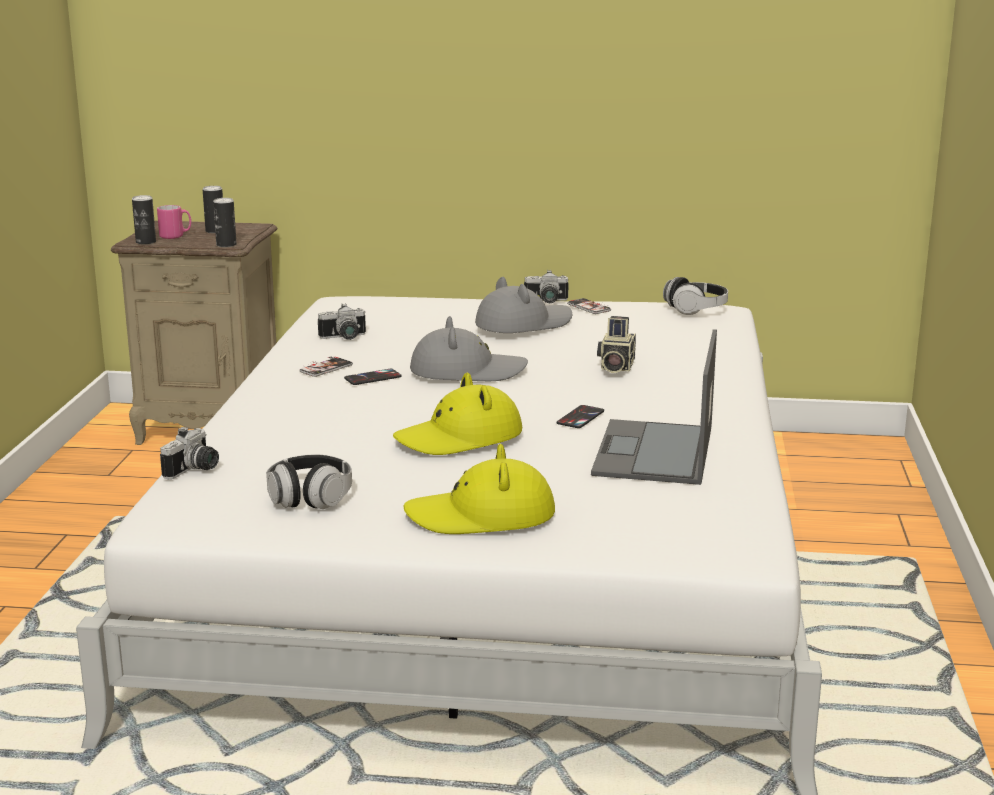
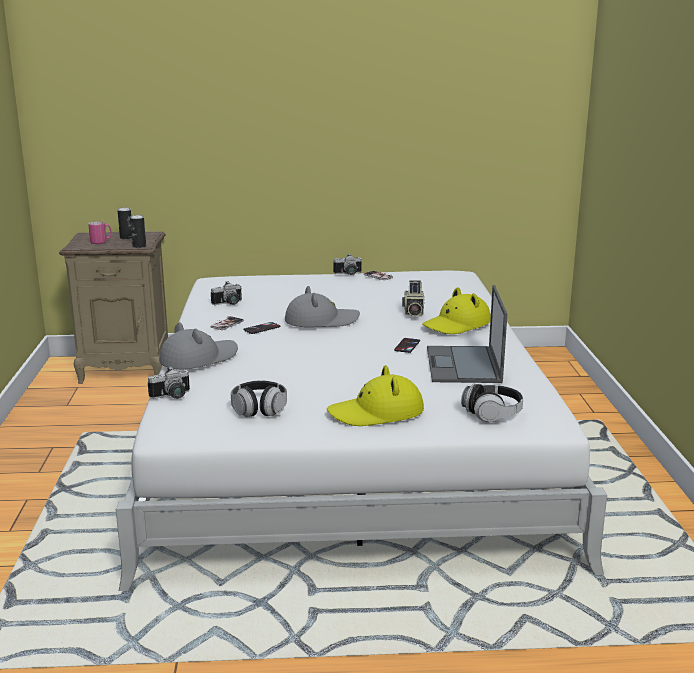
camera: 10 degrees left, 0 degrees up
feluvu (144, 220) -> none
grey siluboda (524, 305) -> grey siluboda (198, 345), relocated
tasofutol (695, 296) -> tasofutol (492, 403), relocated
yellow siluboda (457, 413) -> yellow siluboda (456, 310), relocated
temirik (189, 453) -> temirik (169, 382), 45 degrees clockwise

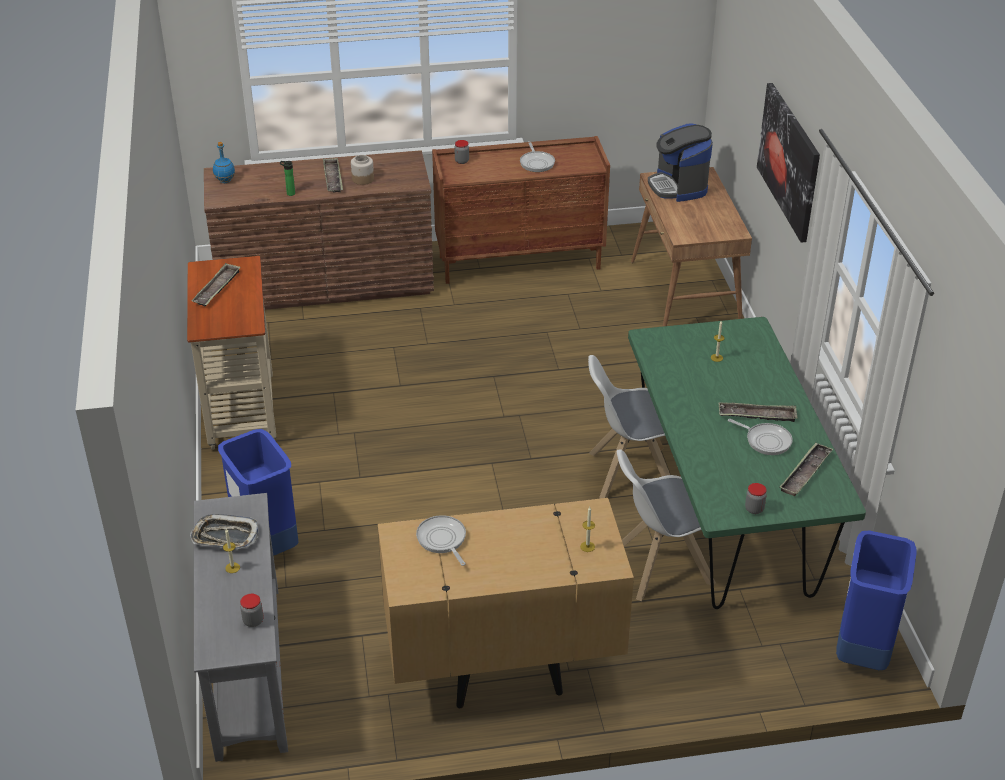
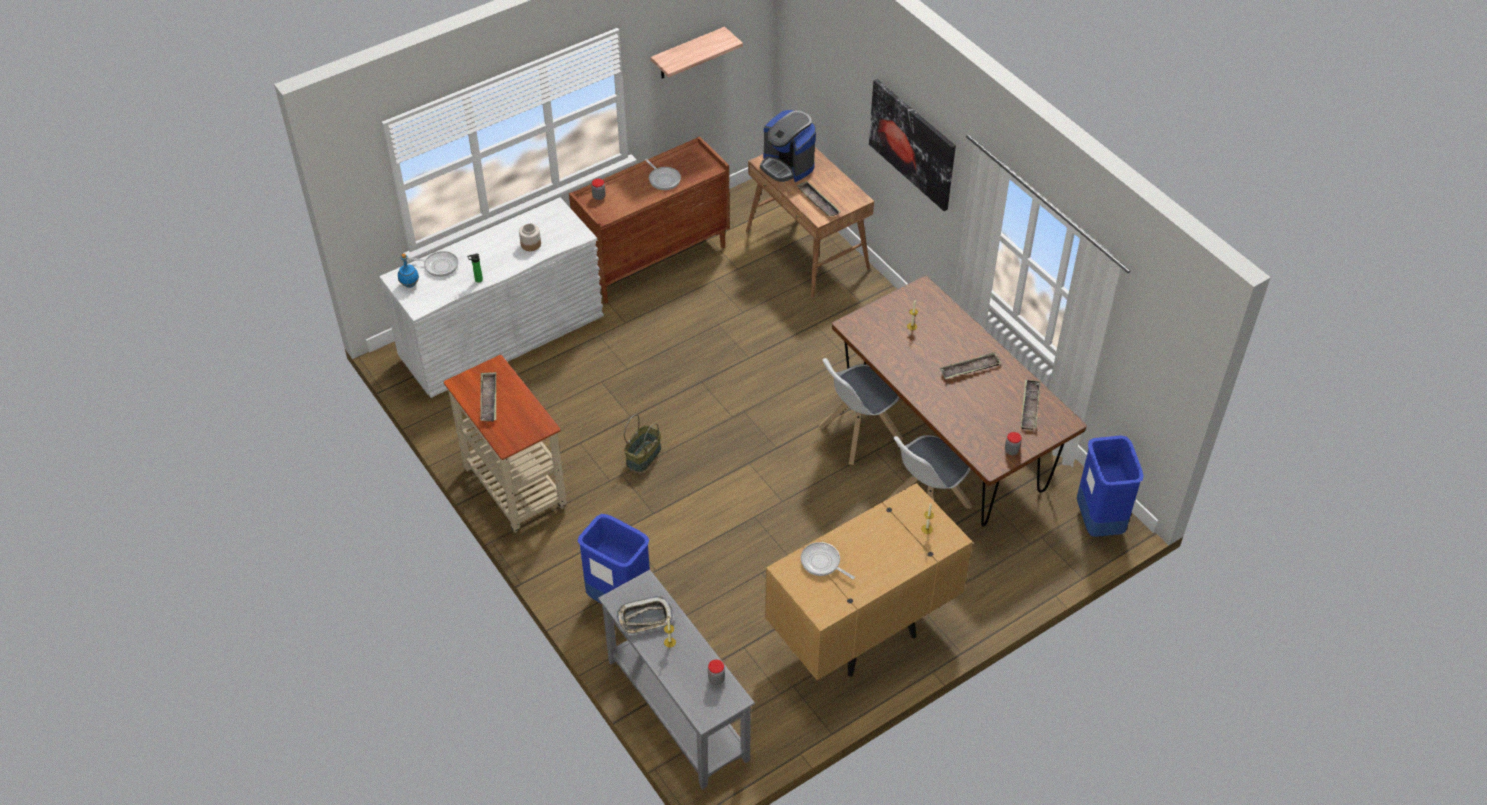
camera: 25 degrees left, 10 degrees up
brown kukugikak (319, 230) -> white kukugikak (491, 297)
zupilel (333, 175) -> zupilel (818, 199), relocated
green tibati (747, 463) -> brown tibati (959, 401)
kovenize (760, 437) -> kovenize (432, 264), relocated
none -> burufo (697, 52)
none -> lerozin (642, 443)

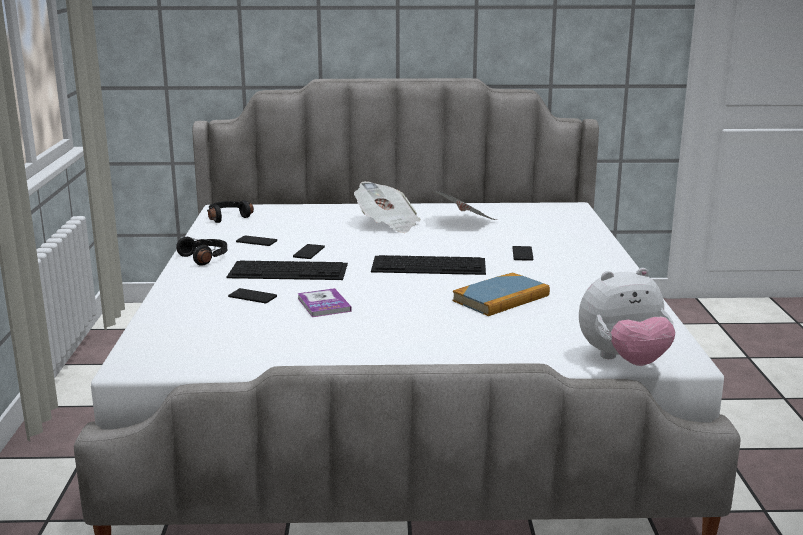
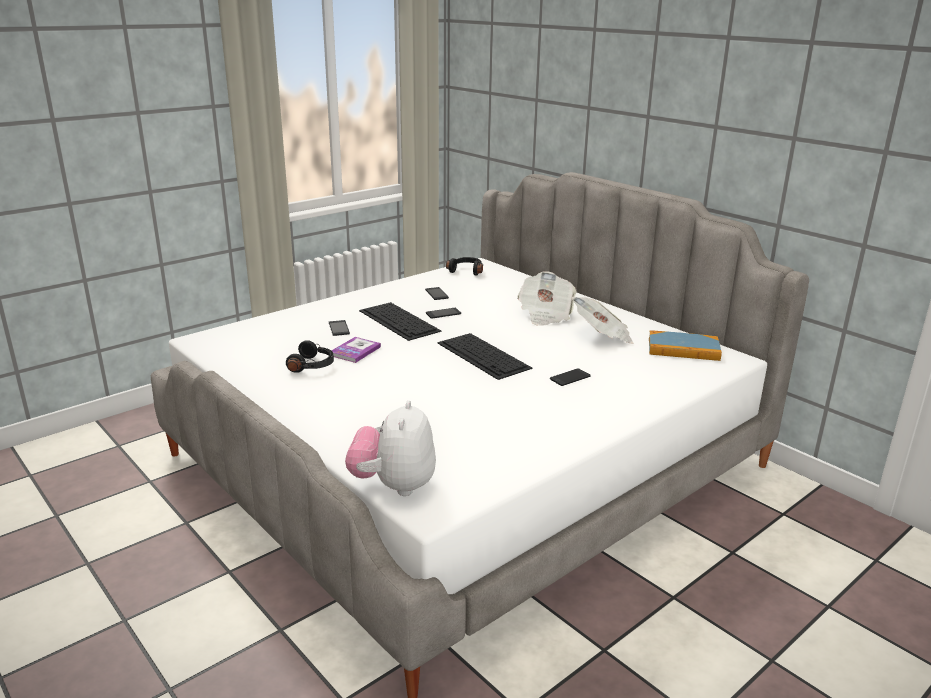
camera: 50 degrees right, 5 degrees up
black tasofutol (201, 251) -> black tasofutol (310, 356), relocated
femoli (627, 317) -> femoli (390, 448), 60 degrees clockwise
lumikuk (501, 294) -> lumikuk (685, 345), relocated

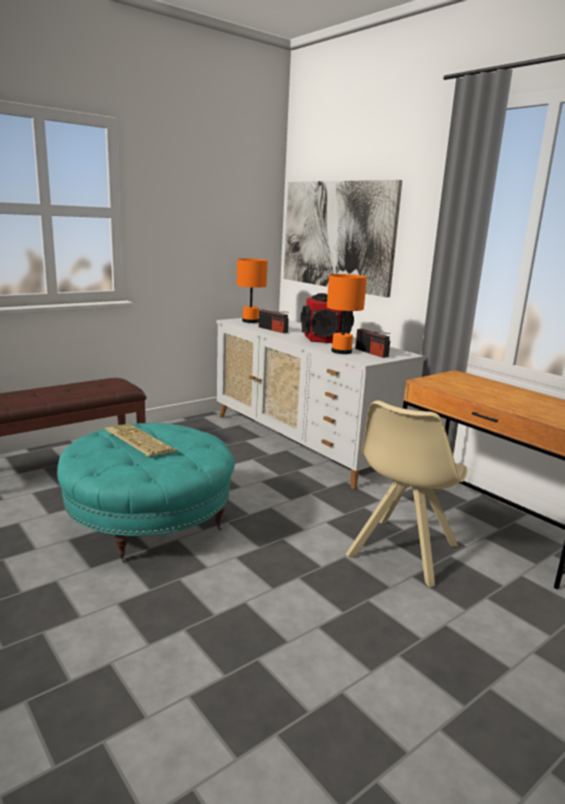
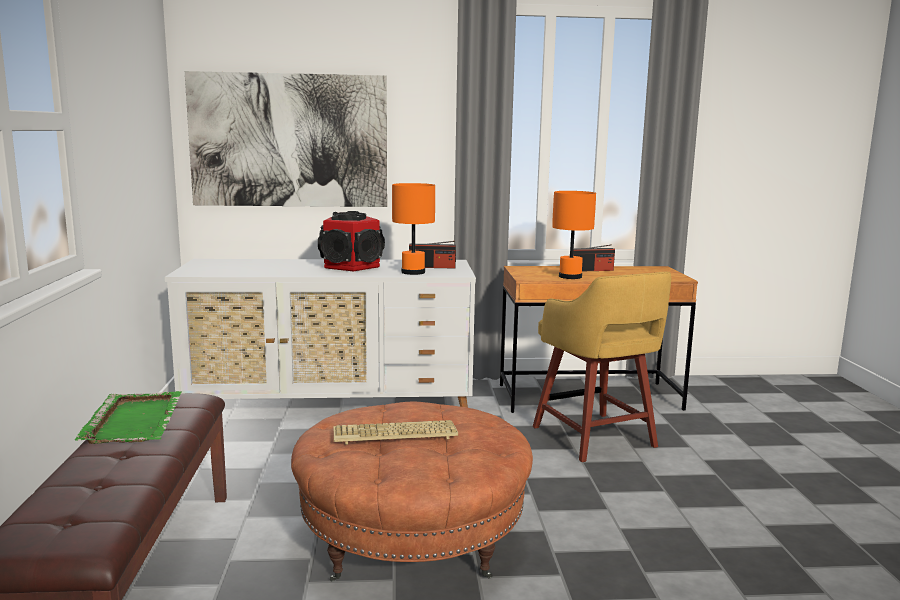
camera: 55 degrees left, 5 degrees down
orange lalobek (252, 290) -> orange lalobek (574, 235), relocated
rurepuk (274, 321) -> rurepuk (594, 257), relocated
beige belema (407, 494) -> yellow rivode (602, 367)
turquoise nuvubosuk (146, 493) -> brown nuvubosuk (412, 491)
none -> green zupilel (128, 417)

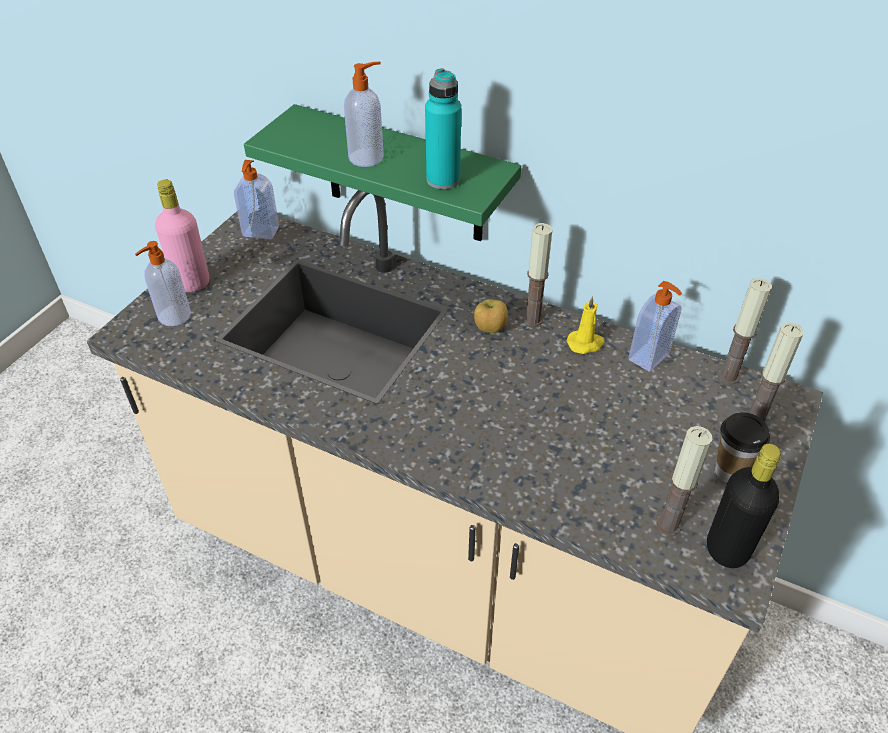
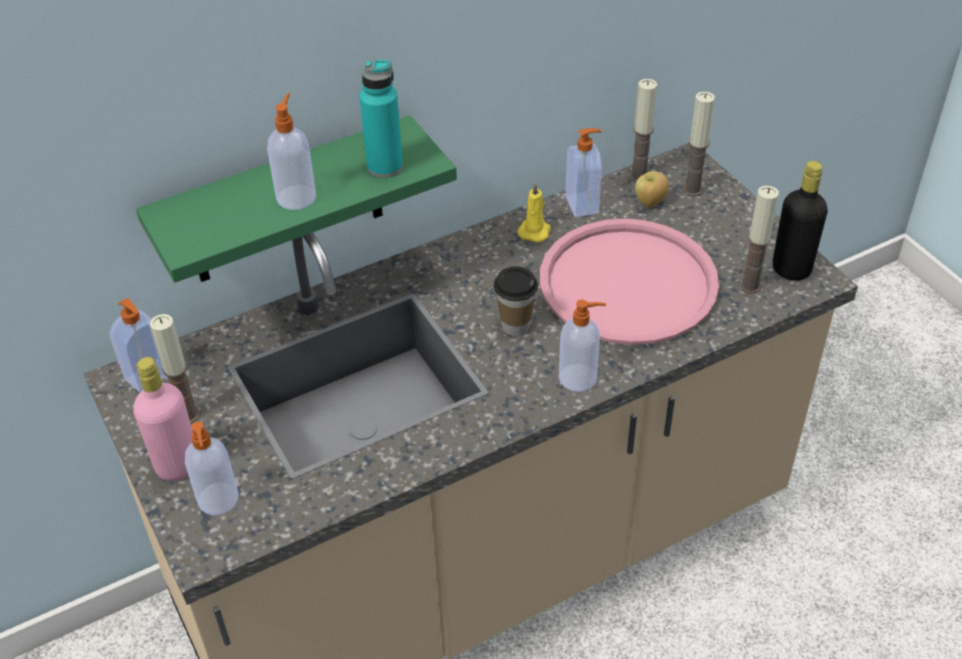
camera: 55 degrees left, 0 degrees up
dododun (538, 275) -> dododun (175, 368), relocated
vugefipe (491, 316) -> vugefipe (652, 189), relocated
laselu (742, 447) -> laselu (516, 301), relocated
none -> pink zupilel (629, 282)
none -> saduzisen (582, 346)

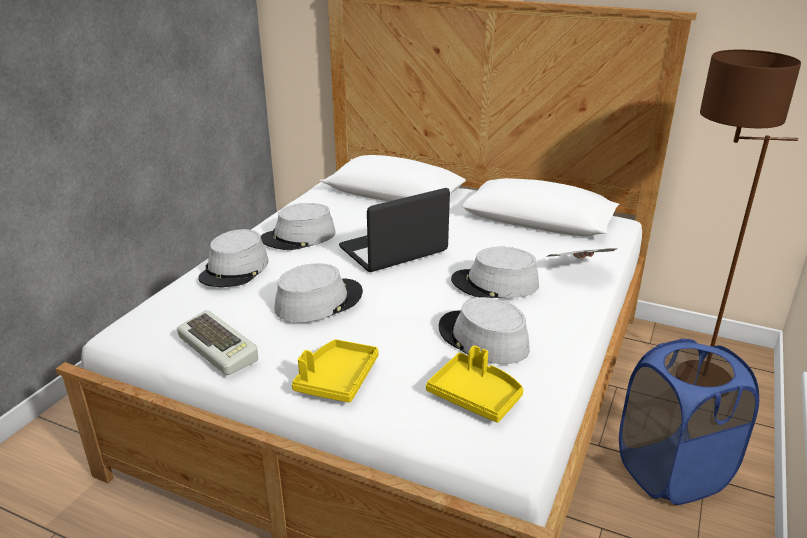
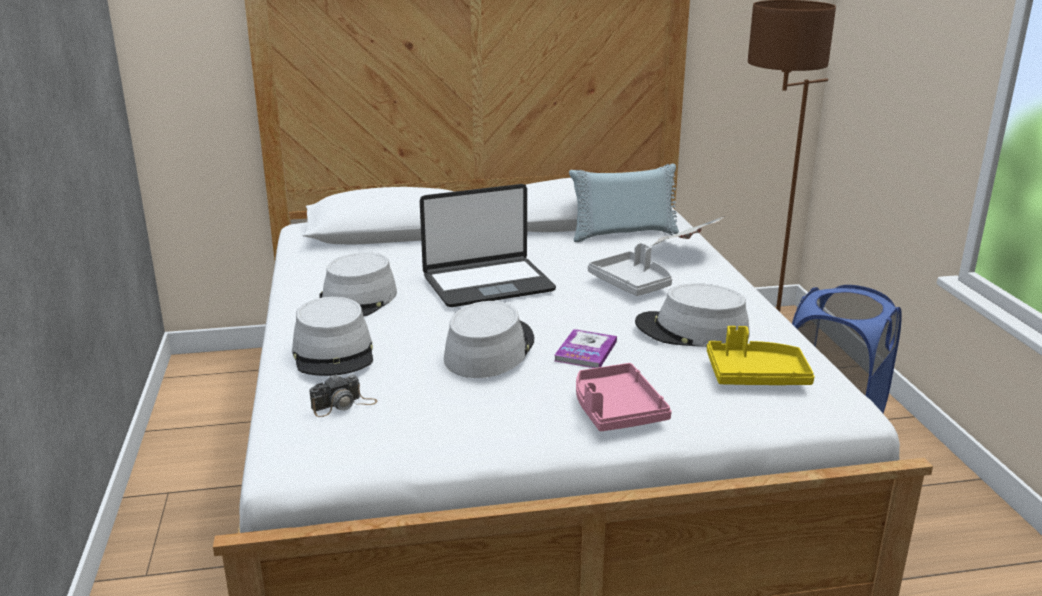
camera: 35 degrees left, 5 degrees down
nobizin (394, 230) -> nobizin (488, 245), 135 degrees counterclockwise
grey siluboda (495, 272) -> grey zupilel (630, 269)
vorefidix (217, 342) -> none
yellow zupilel (335, 371) -> pink zupilel (624, 397)
none -> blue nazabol (624, 203)
none -> lumikuk (585, 348)
none -> temirik (343, 395)

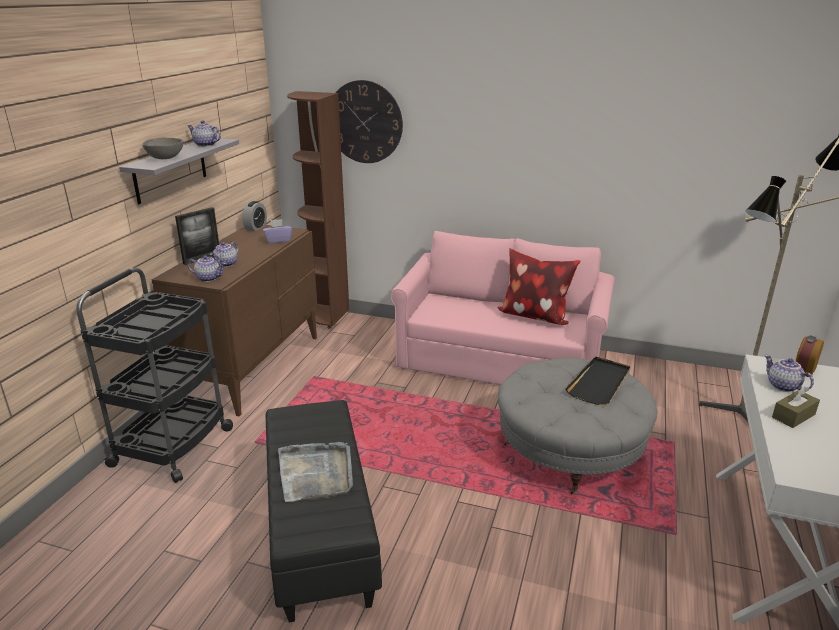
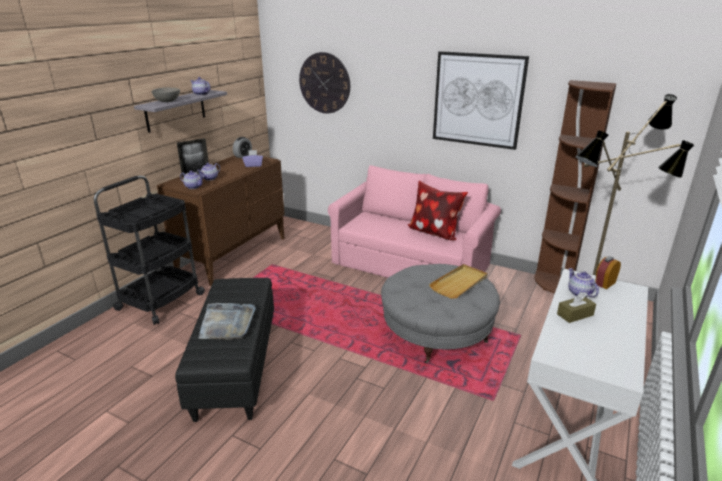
camera: 10 degrees right, 0 degrees up
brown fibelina (318, 210) -> brown fibelina (575, 186), relocated
black zupilel (598, 380) -> beige zupilel (458, 281)
none -> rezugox (481, 100)

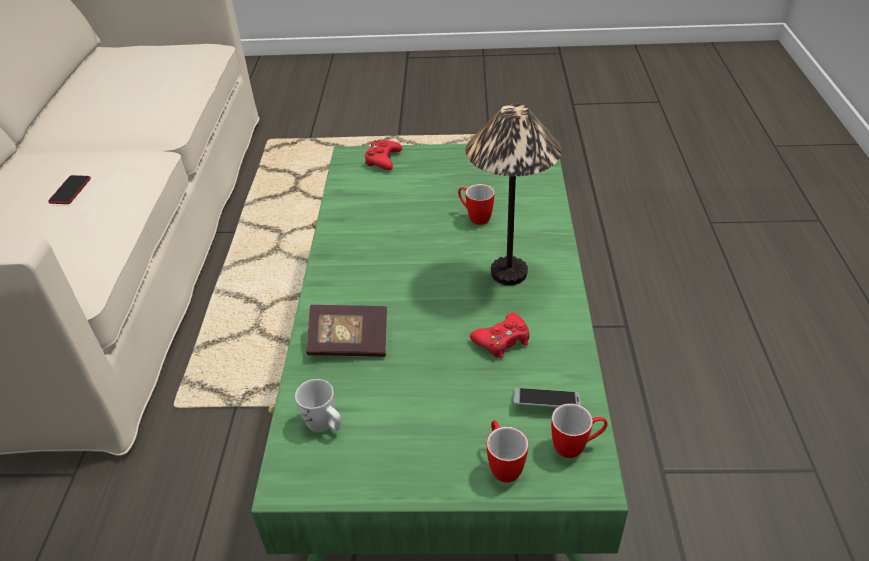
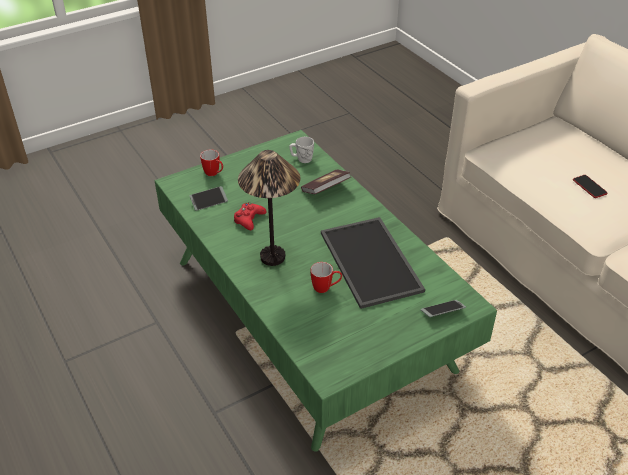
camera: 145 degrees right, 0 degrees up
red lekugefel (383, 154) -> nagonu (443, 308)
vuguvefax (579, 430) -> none
none -> zupilel (373, 263)

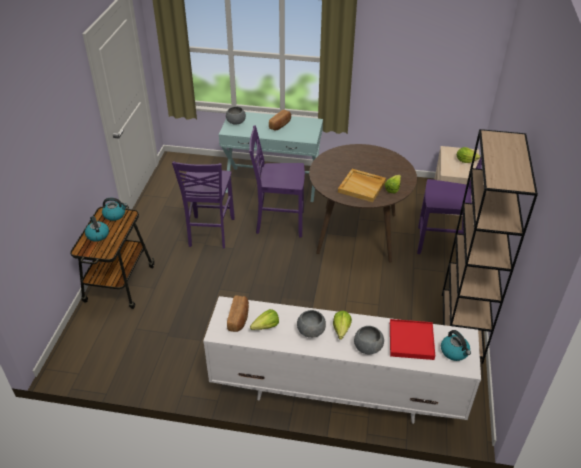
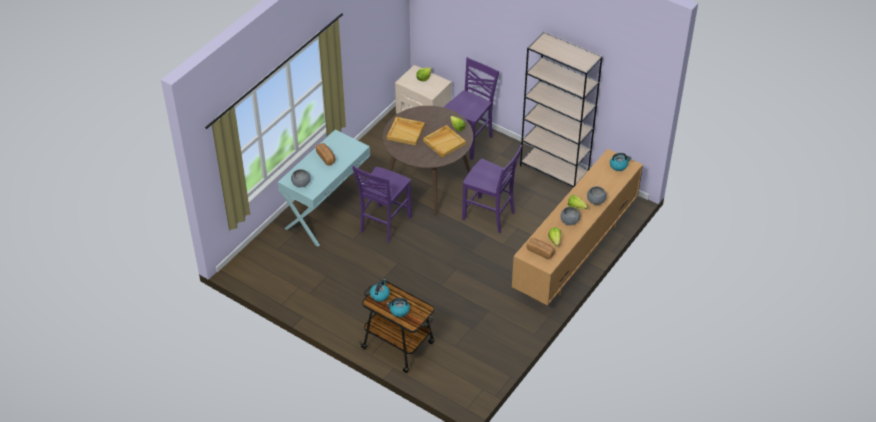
camera: 65 degrees left, 5 degrees up
purple belema (203, 205) -> purple belema (492, 189), relocated
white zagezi (342, 360) -> brown zagezi (577, 227)
red zupilel (412, 339) -> none
none -> beige zupilel (406, 131)

